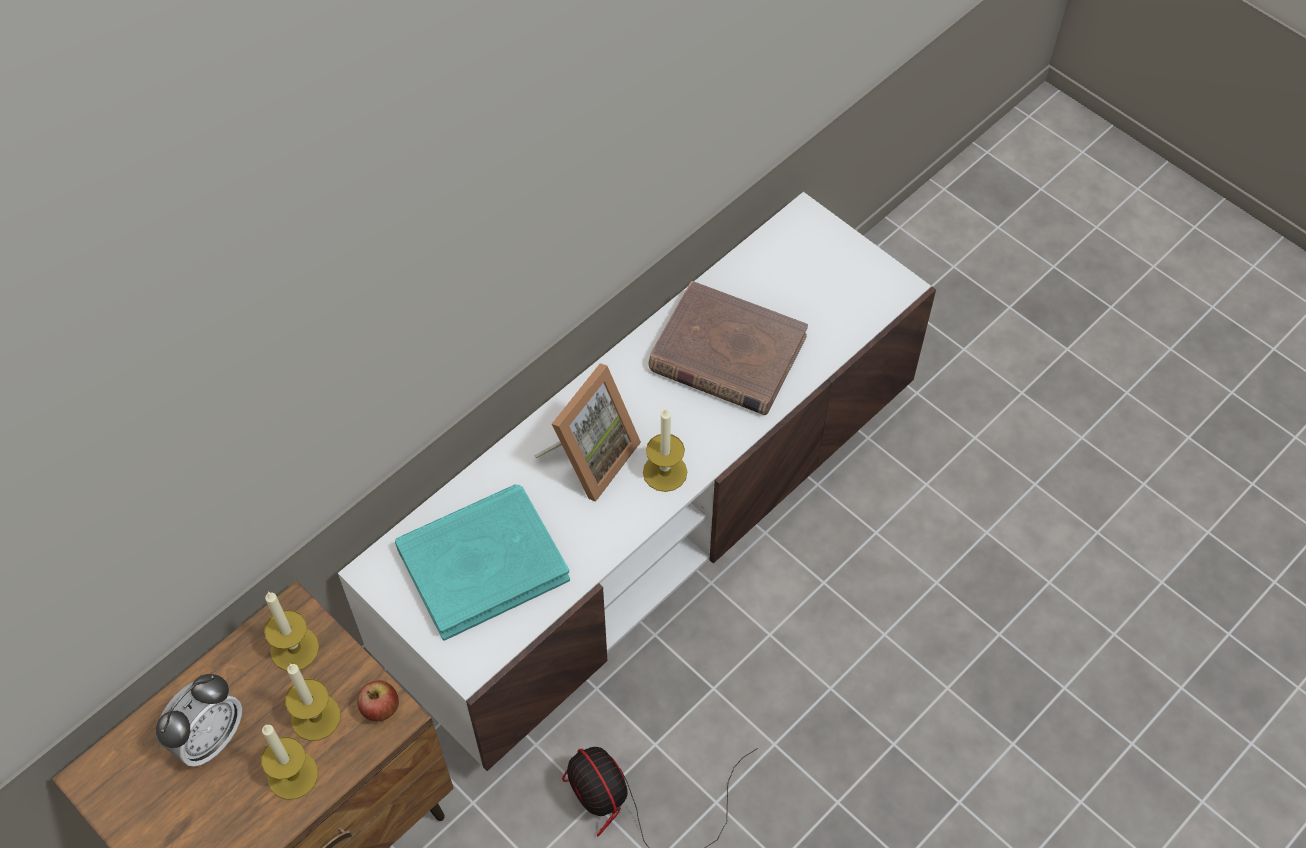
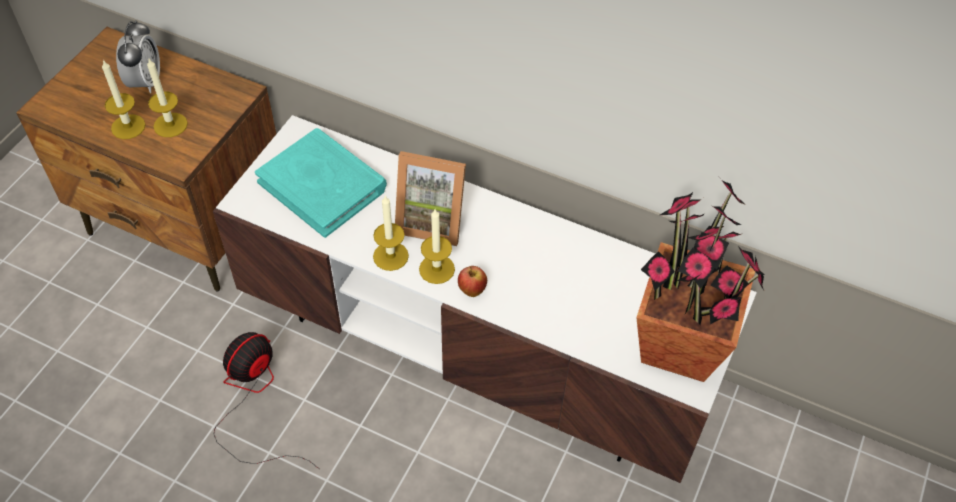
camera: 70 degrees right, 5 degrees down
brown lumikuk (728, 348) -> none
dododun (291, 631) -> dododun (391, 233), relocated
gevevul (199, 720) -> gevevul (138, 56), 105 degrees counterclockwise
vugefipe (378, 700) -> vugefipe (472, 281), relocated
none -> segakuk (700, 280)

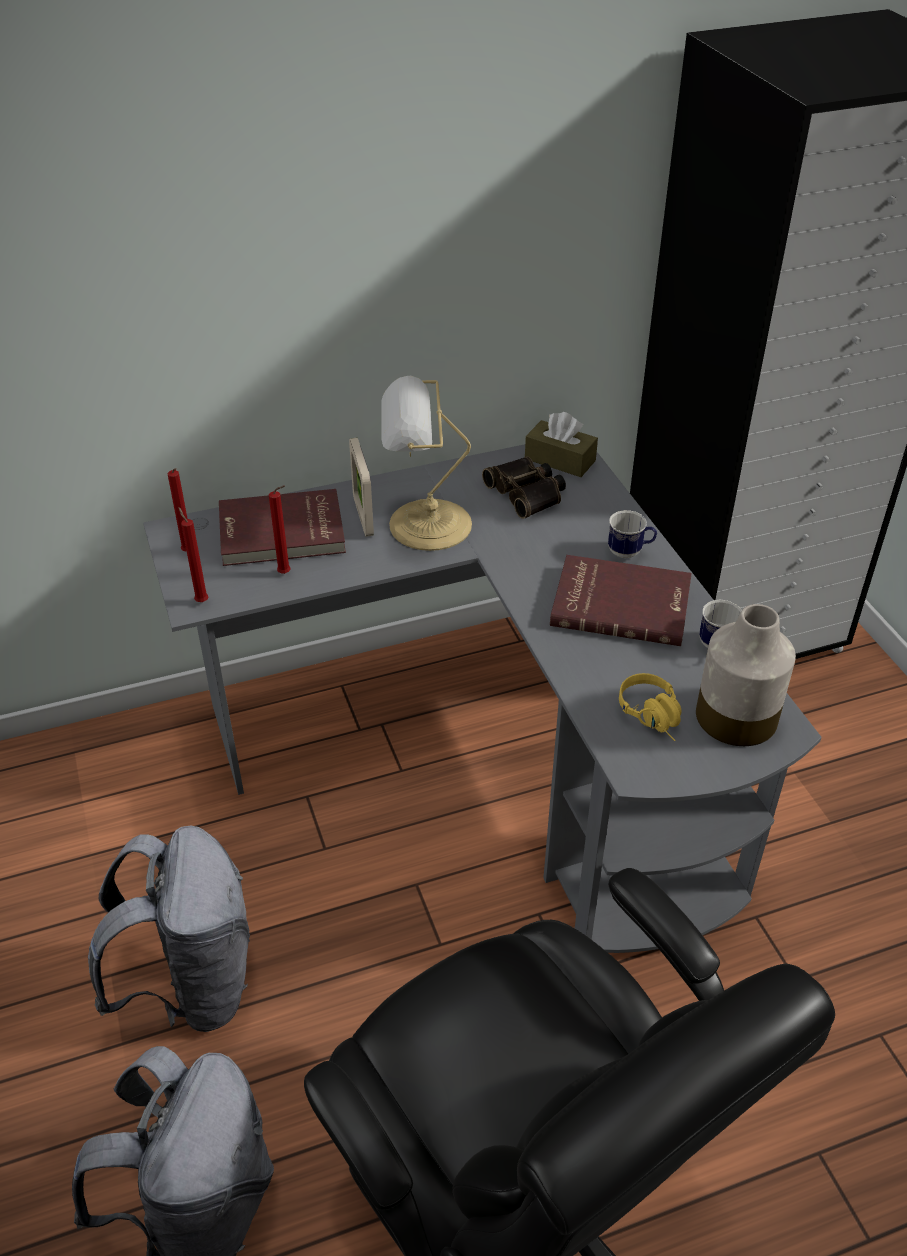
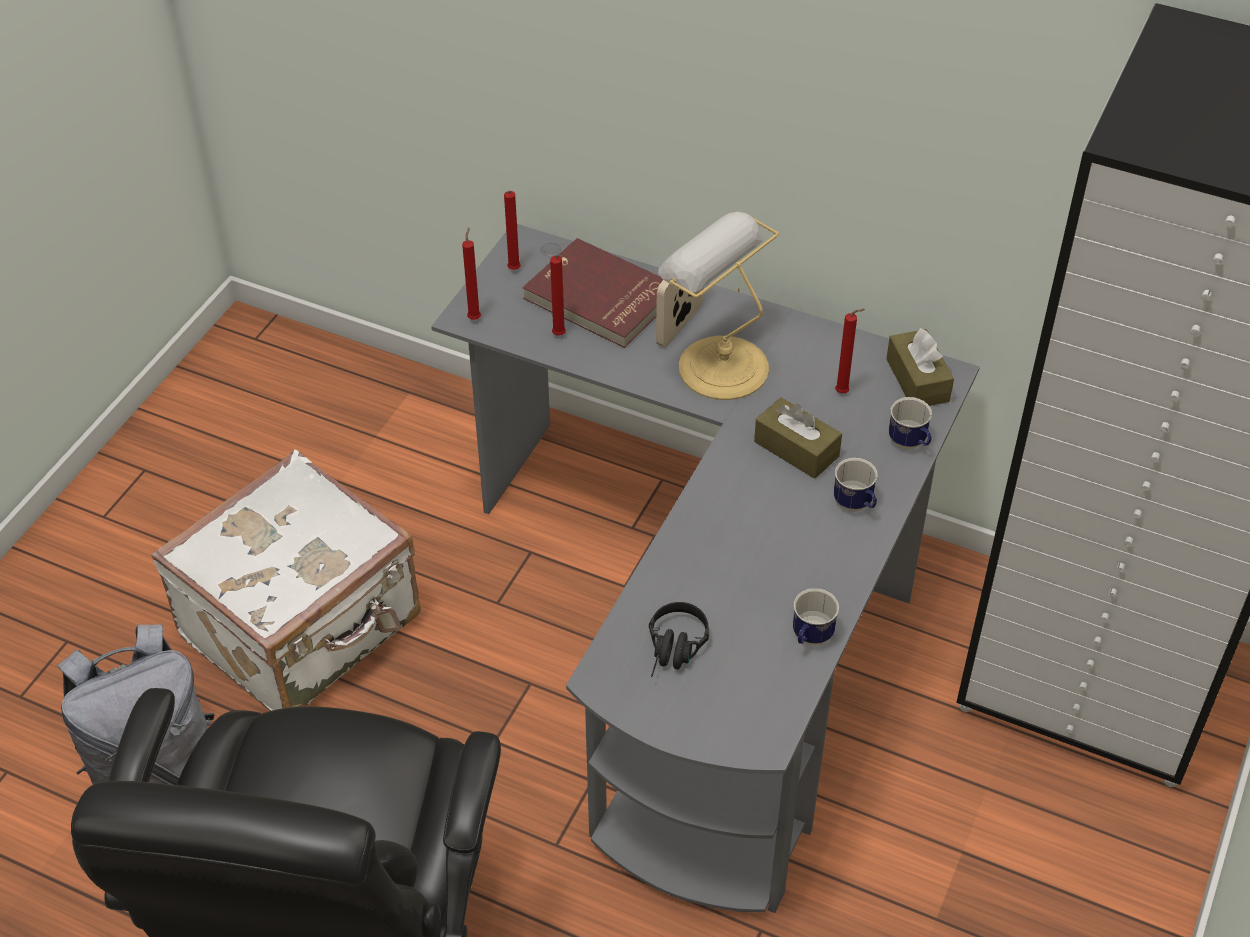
camera: 45 degrees right, 5 degrees up
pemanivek (524, 487) -> red dododun (850, 351)
red lumikuk (621, 600) -> none
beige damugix (746, 675) -> none
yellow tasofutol (650, 707) -> black tasofutol (679, 639)
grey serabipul (169, 928) -> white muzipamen (286, 580)
none -> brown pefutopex (798, 438)
none -> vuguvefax (910, 423)

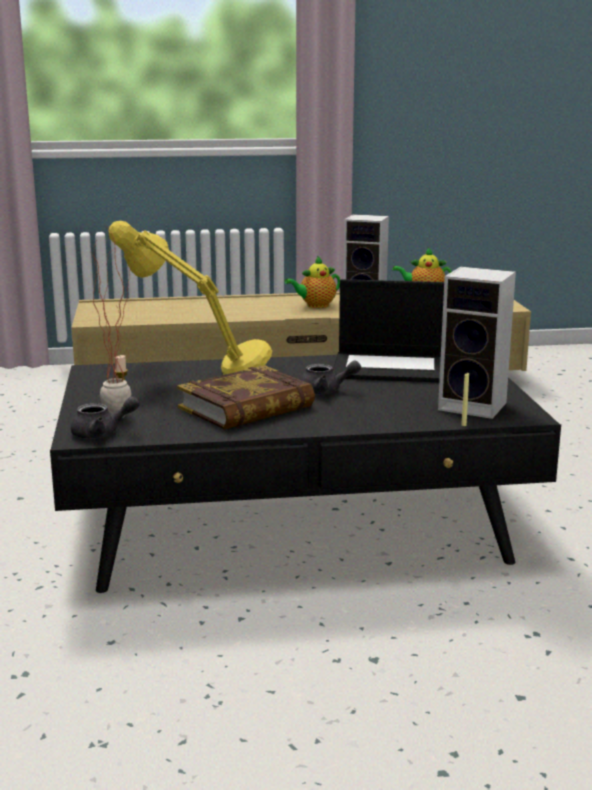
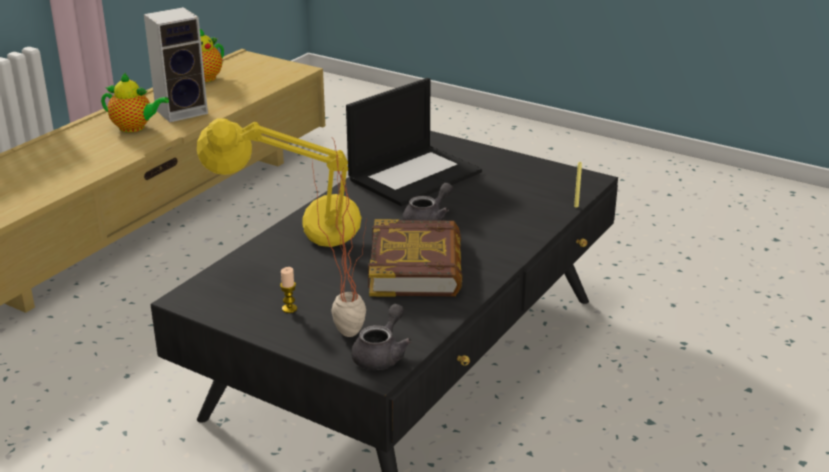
camera: 50 degrees left, 10 degrees up
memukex (312, 282) -> memukex (135, 102), 90 degrees counterclockwise
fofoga (477, 343) -> none

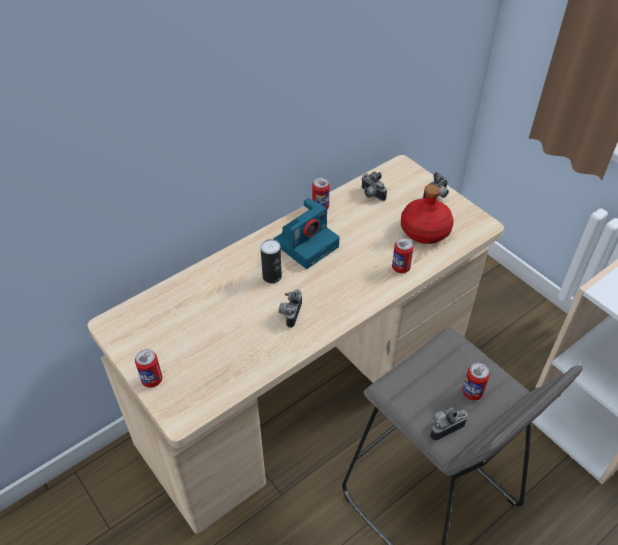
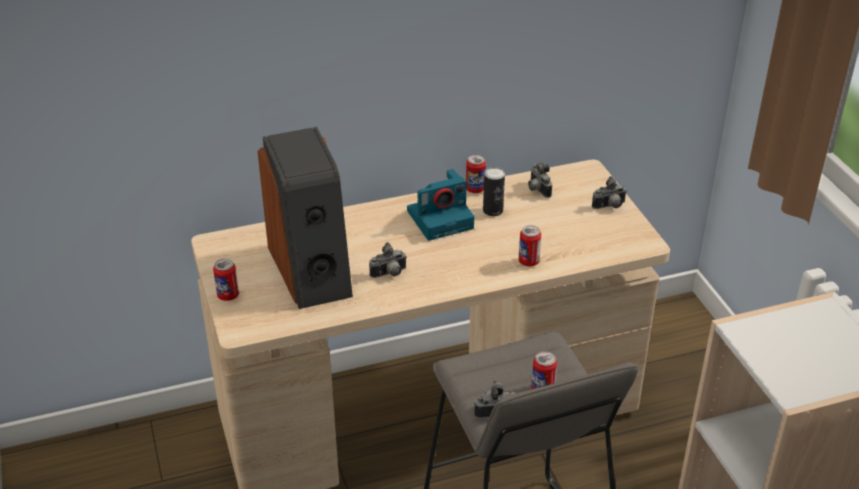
camera: 20 degrees right, 10 degrees down
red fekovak (427, 214) -> none
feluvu (271, 261) -> feluvu (494, 191), relocated
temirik (290, 308) -> temirik (387, 260), 150 degrees counterclockwise
none -> fofoga (305, 218)

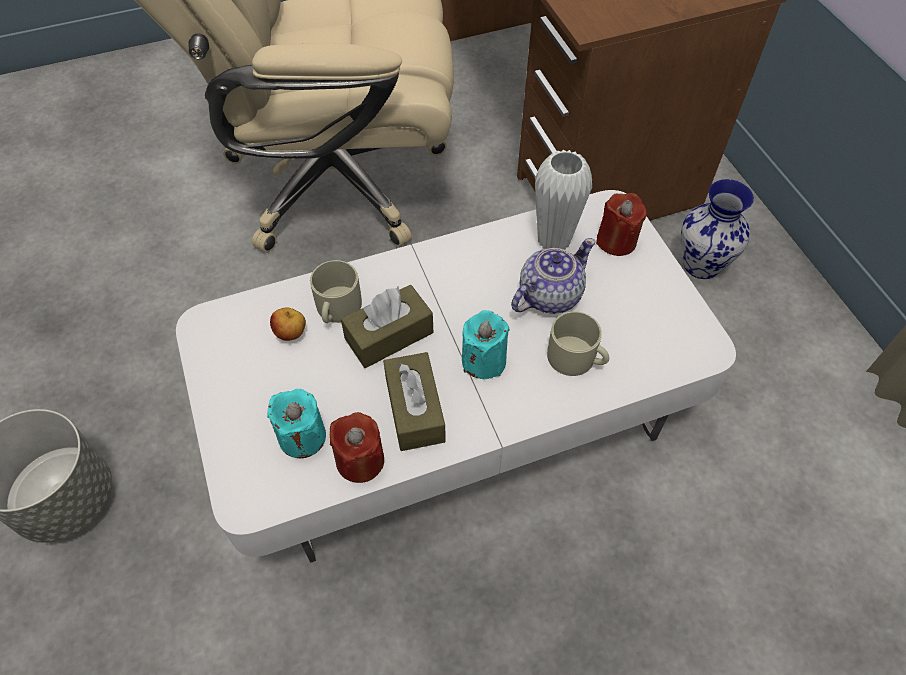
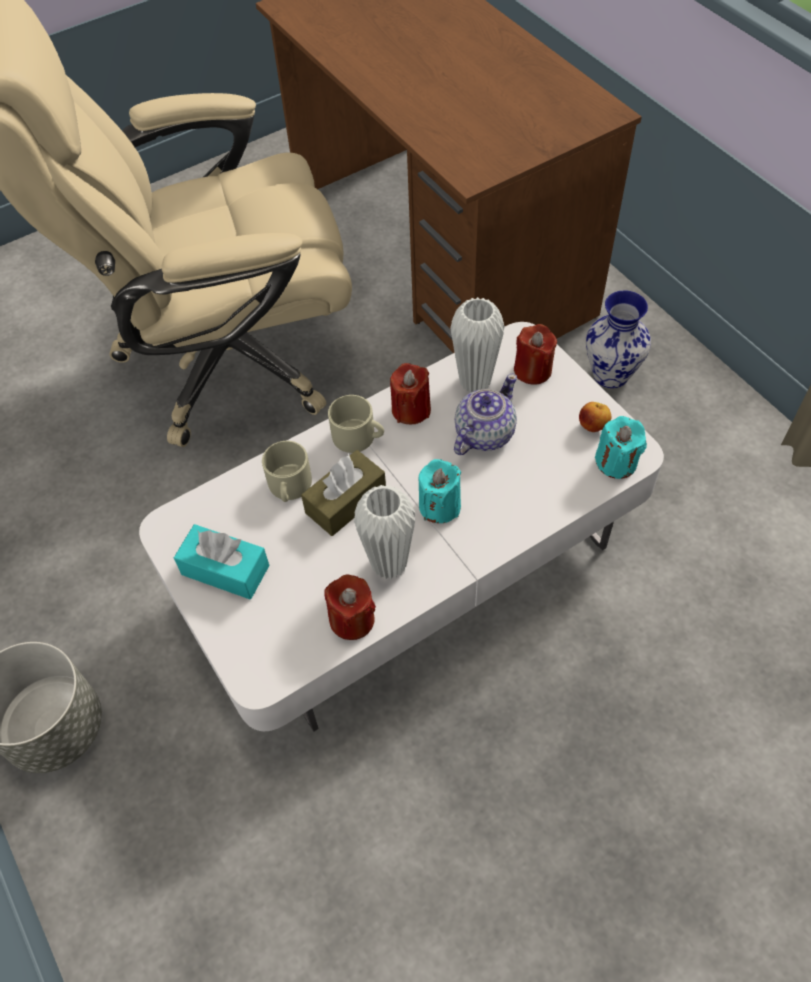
camera: 10 degrees left, 0 degrees up
vugefipe (288, 324) -> vugefipe (595, 417), relocated
beige vuguvefax (578, 343) -> beige vuguvefax (356, 424), relocated
brown pefutopex (414, 401) -> white damugix (384, 532)
turquoise dododun (296, 423) -> turquoise dododun (621, 447), relocated
none -> red dododun (410, 393)
none -> turquoise pefutopex (222, 561)

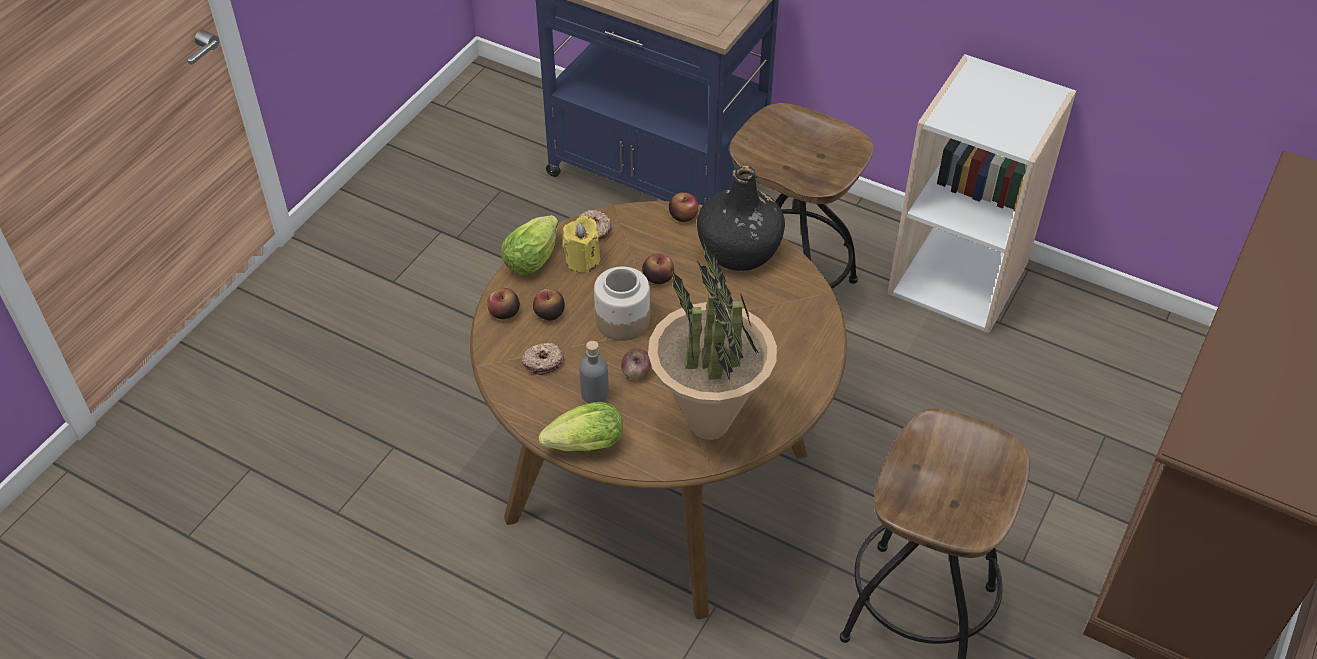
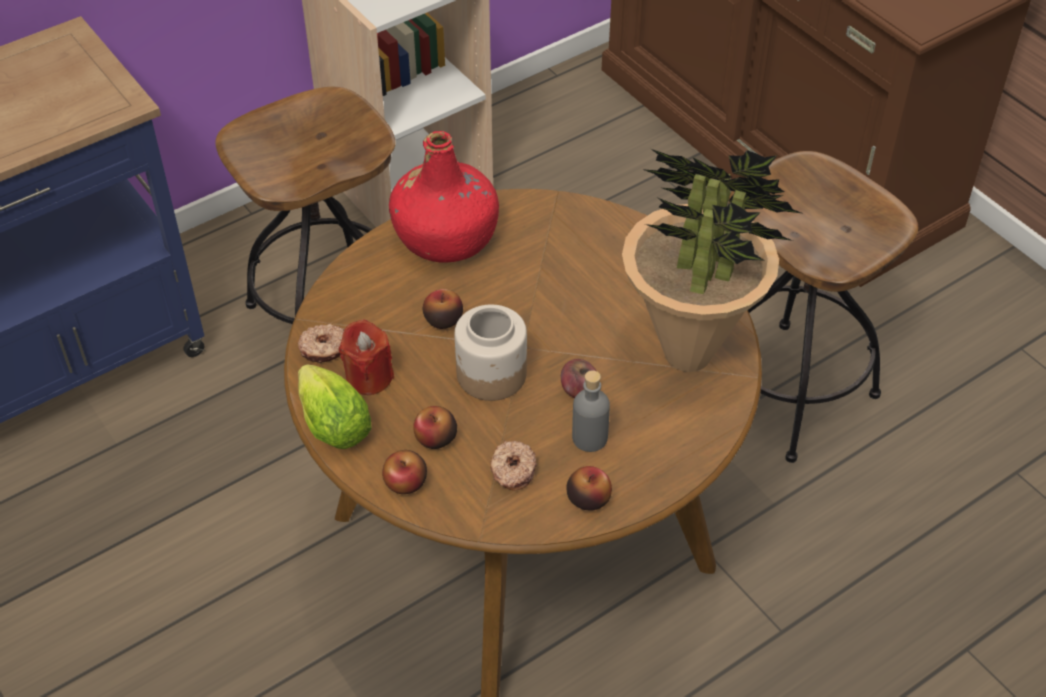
camera: 65 degrees left, 0 degrees up
black fekovak (741, 218) -> red fekovak (444, 197)
vugefipe (683, 207) -> vugefipe (589, 488), relocated
yellow dododun (581, 244) -> red dododun (366, 357)
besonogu (581, 426) -> none

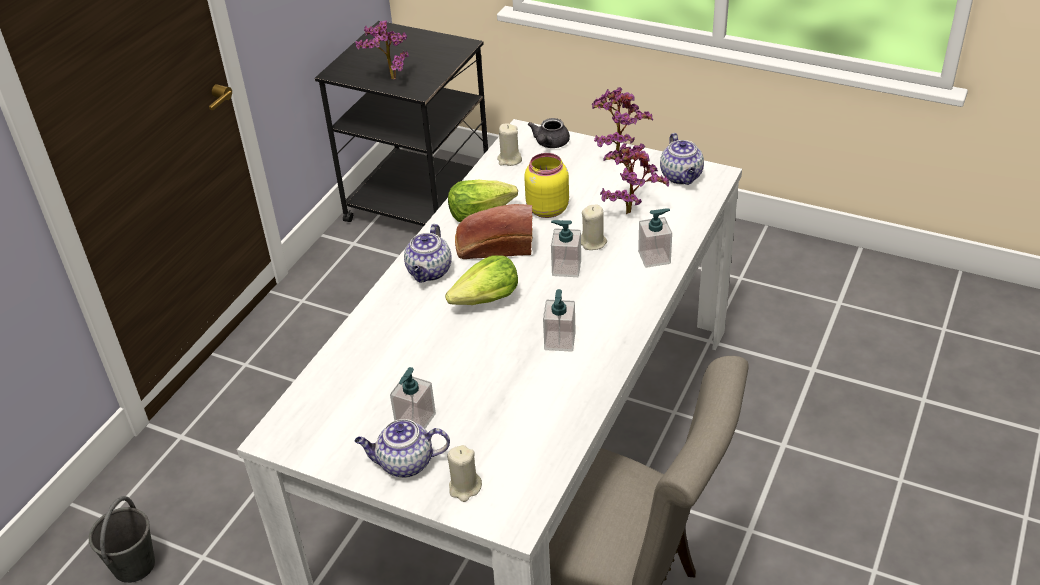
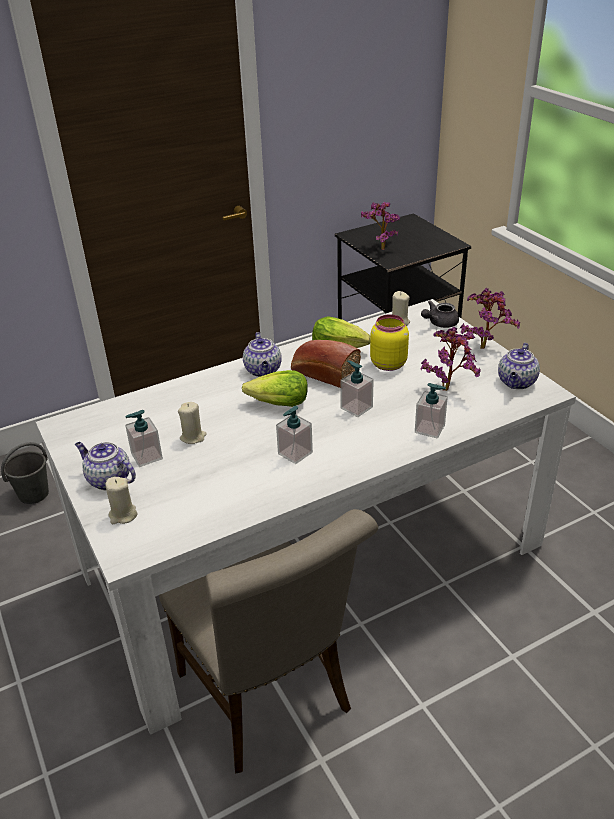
camera: 35 degrees right, 5 degrees down
beige dododun (594, 227) -> beige dododun (192, 423), relocated
memukex (427, 253) -> memukex (262, 354), 60 degrees counterclockwise

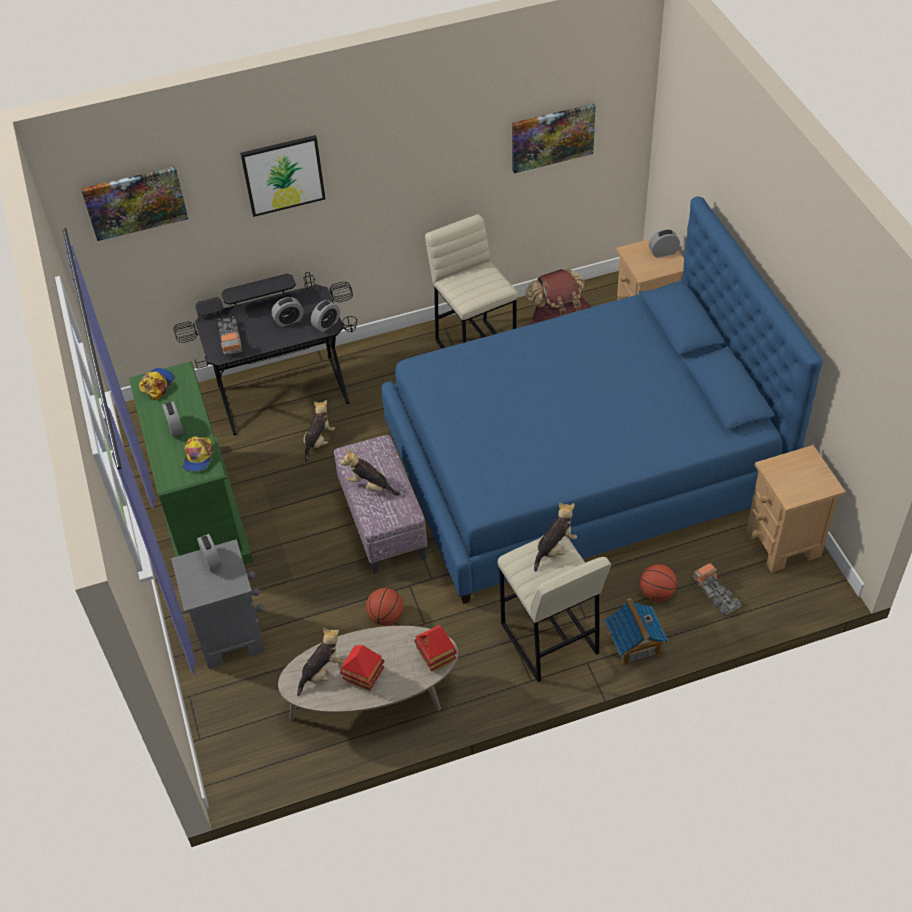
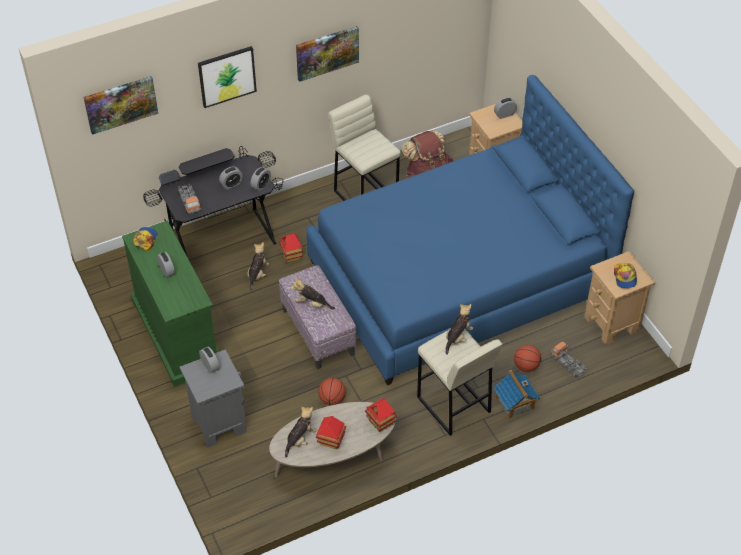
camera: 10 degrees left, 0 degrees up
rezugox (554, 138) -> rezugox (327, 54), relocated
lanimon (198, 454) -> lanimon (625, 275), relocated
none -> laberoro (291, 248)

